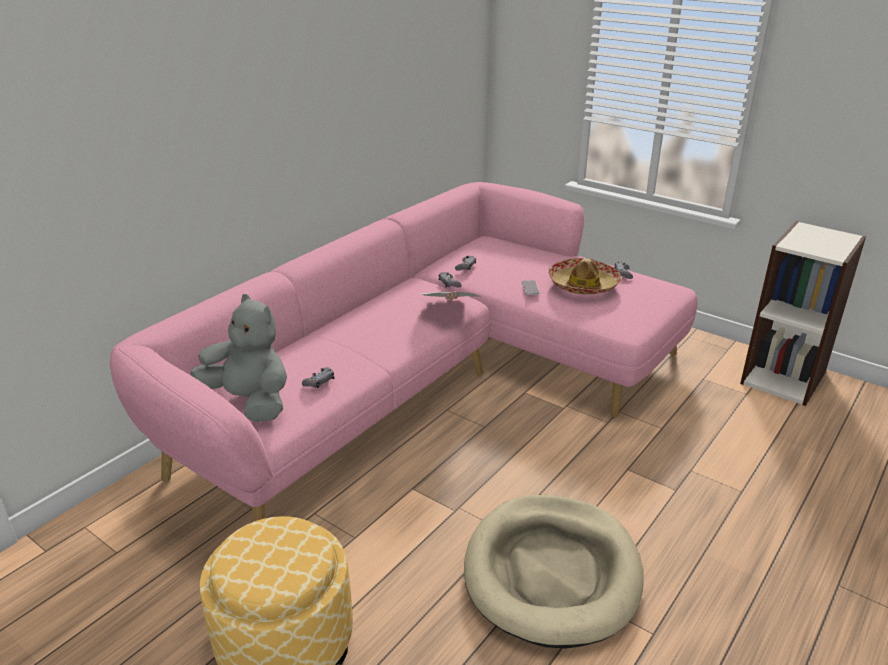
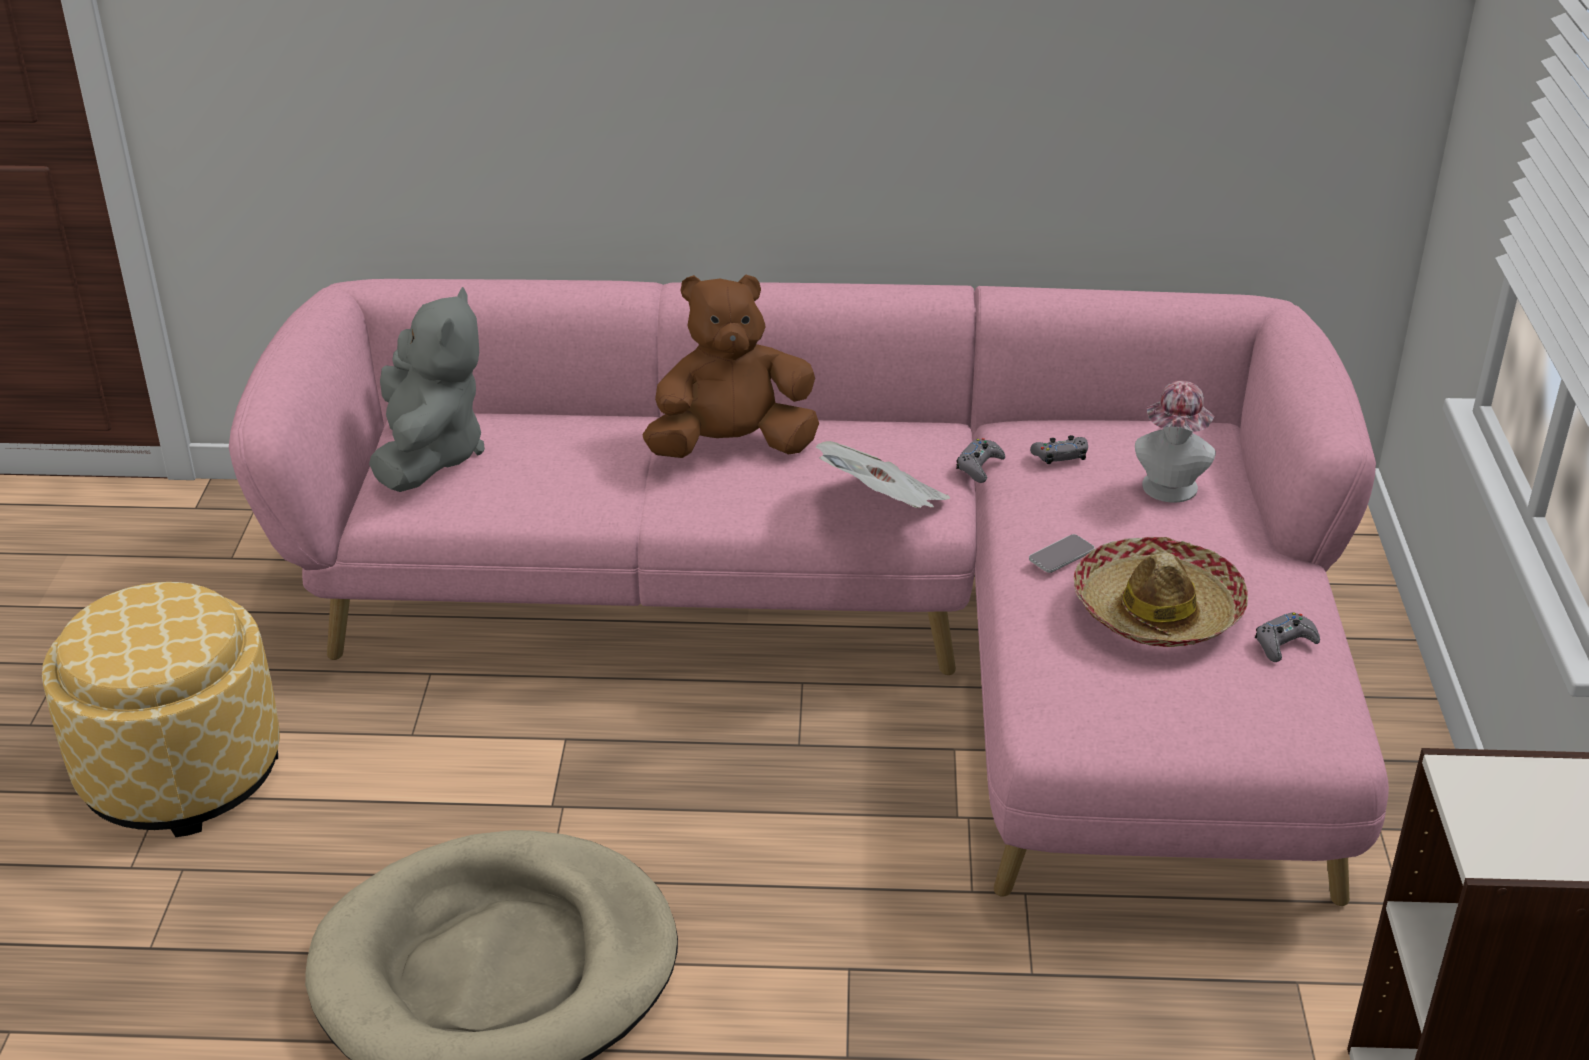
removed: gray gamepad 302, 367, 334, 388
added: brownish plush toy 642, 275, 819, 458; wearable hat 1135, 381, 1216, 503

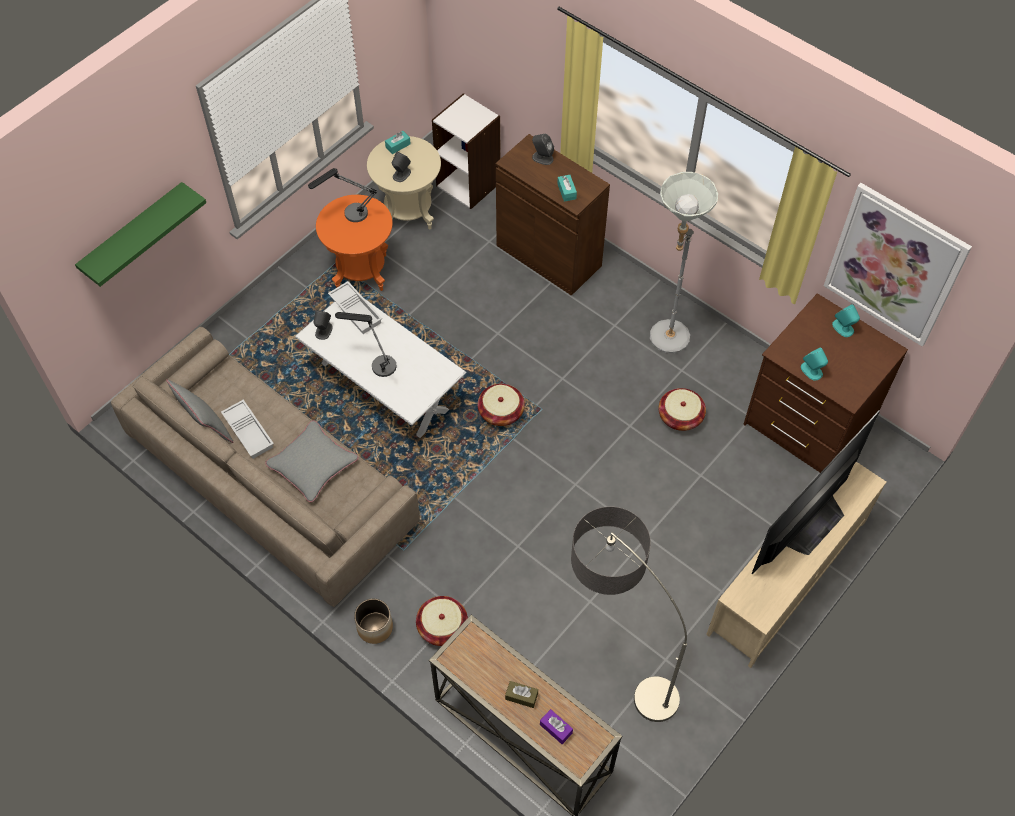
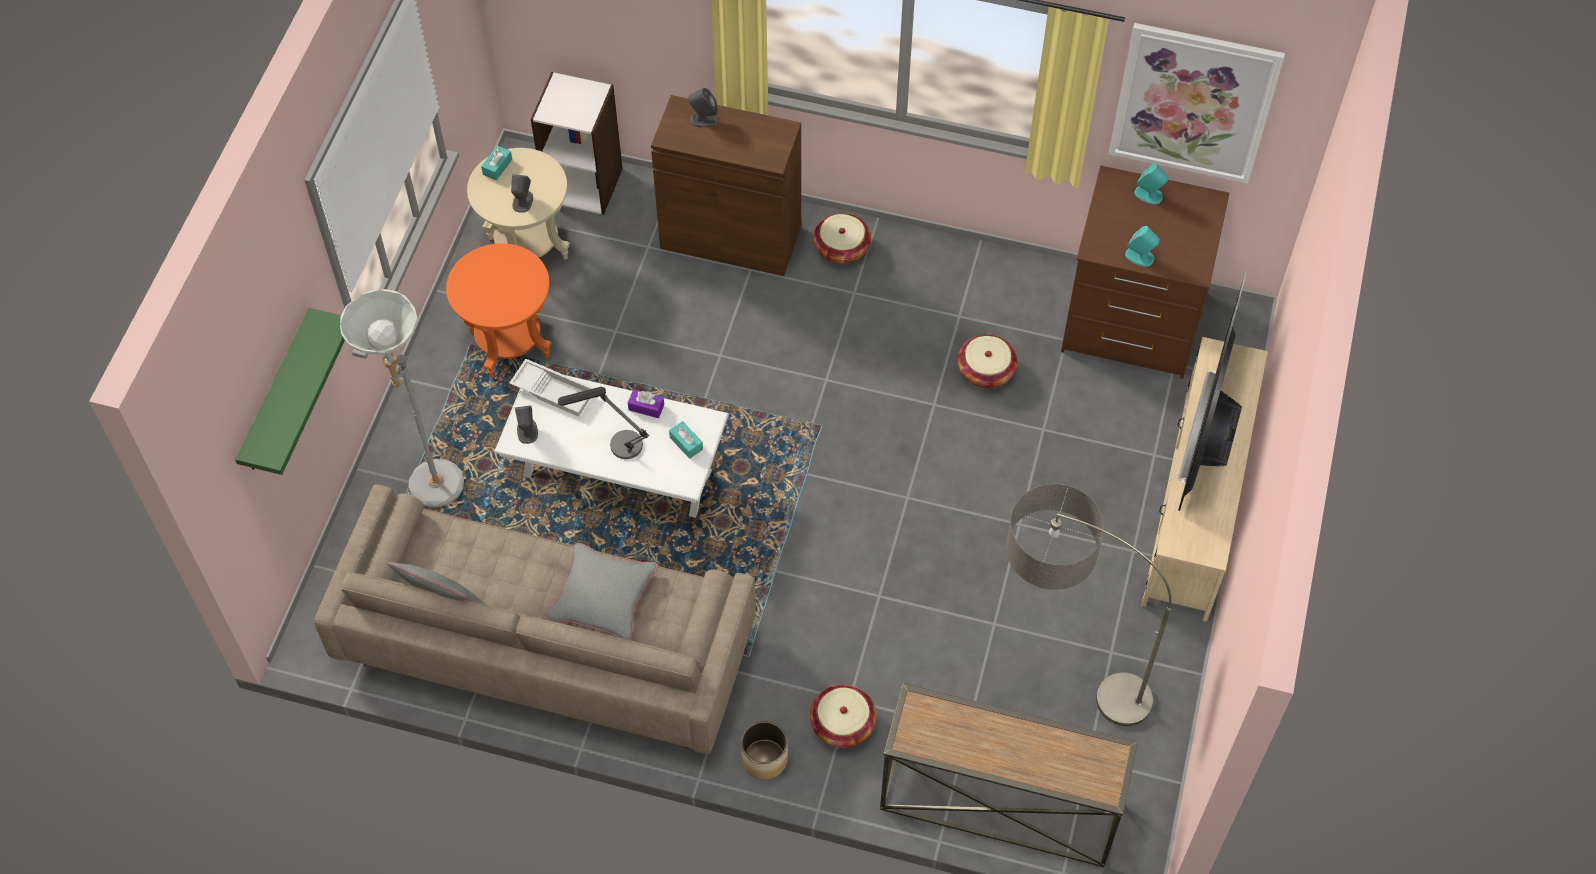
removed: whitish tray 221, 400, 274, 459; lamp for a table 308, 168, 377, 222; brownish tissue box 505, 681, 538, 708
moved: gray standing lamp 650, 172, 718, 353 to 340, 289, 464, 508; purplish tissue box 540, 709, 573, 744 to 628, 389, 664, 418; turquoise tissue box 557, 175, 577, 202 to 669, 421, 703, 459; storage basket 477, 384, 525, 426 to 813, 213, 871, 264

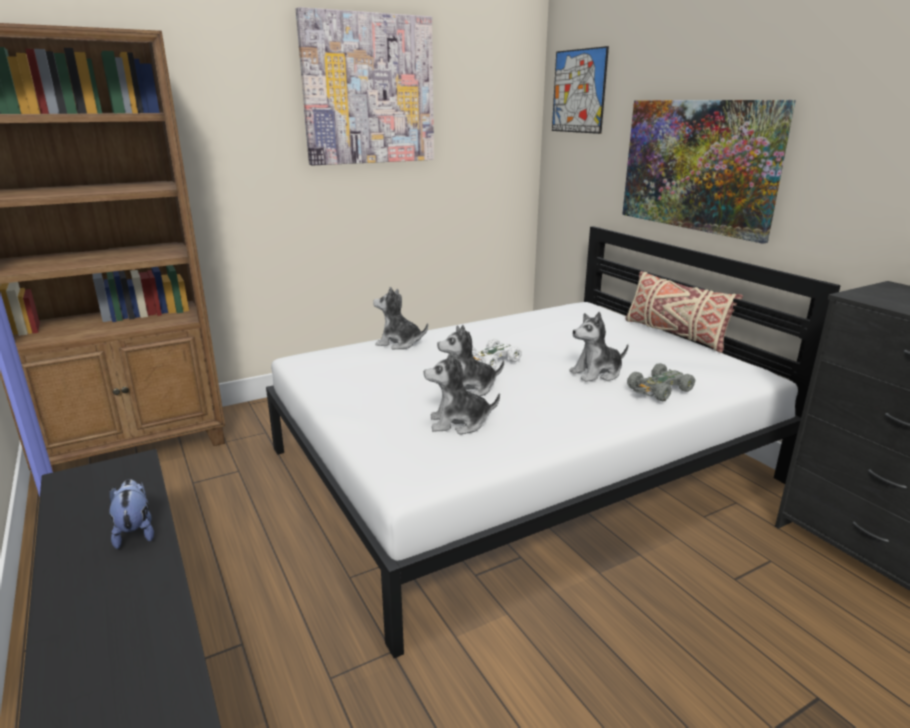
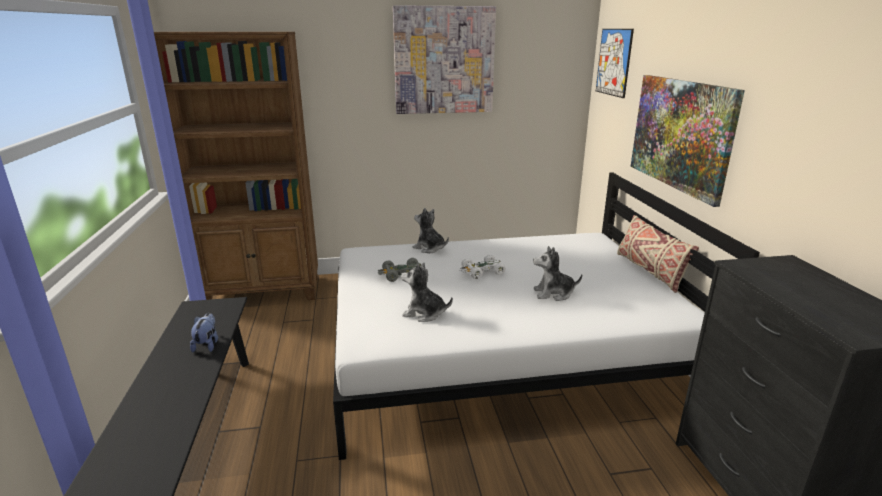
removed: plush toy 437, 325, 504, 396
moved: gray model car 627, 363, 695, 401 to 378, 258, 421, 282

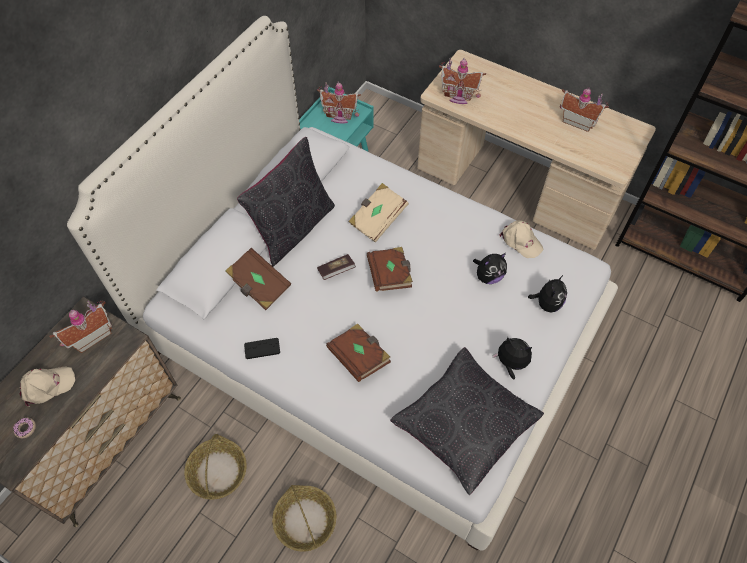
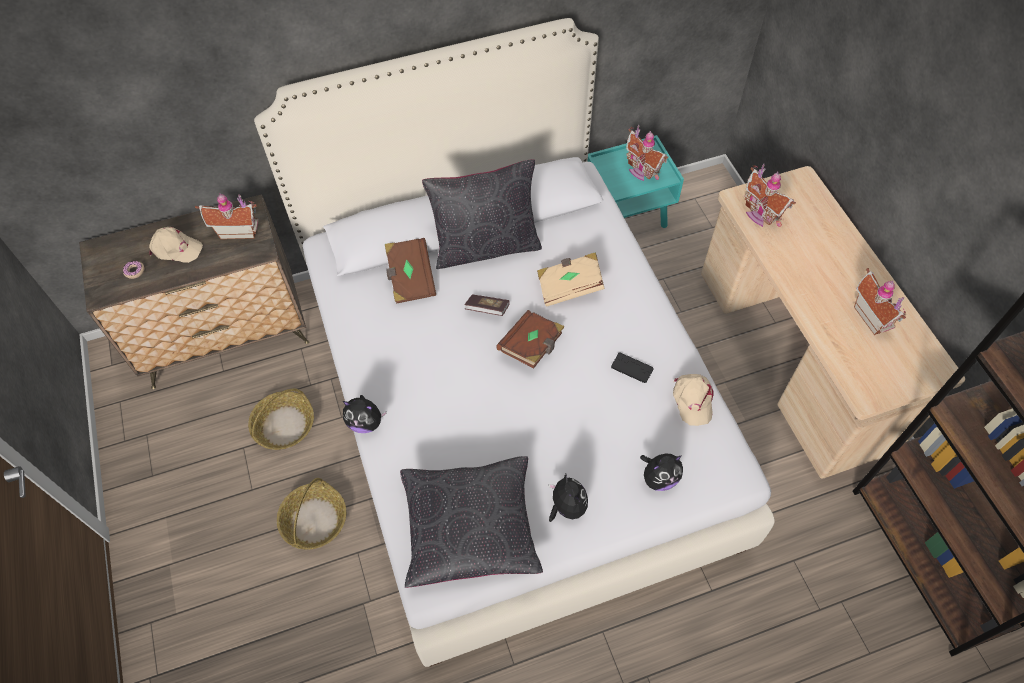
removed: brownish bound book 326, 324, 391, 382
moved: plush toy 473, 253, 507, 284 to 343, 395, 387, 433; black-coloured gamepad 244, 338, 280, 359 to 611, 353, 654, 383

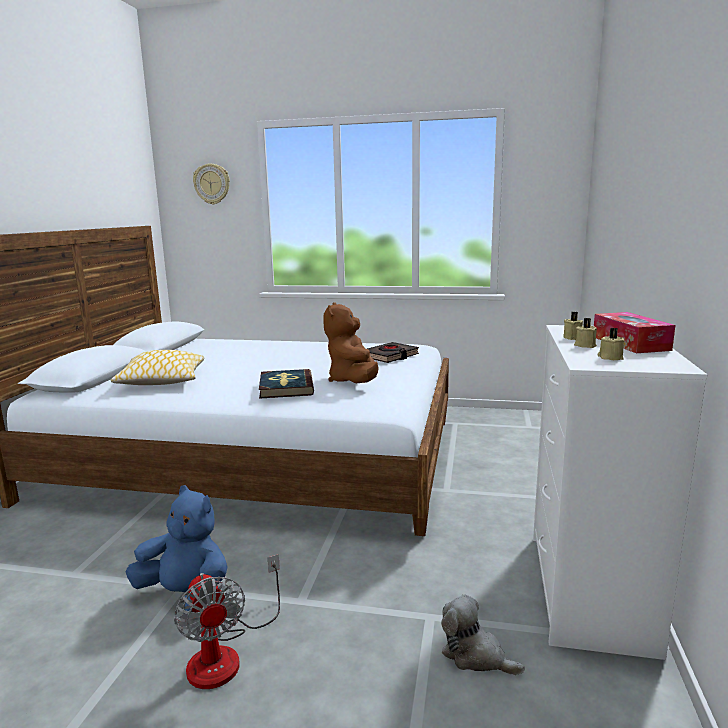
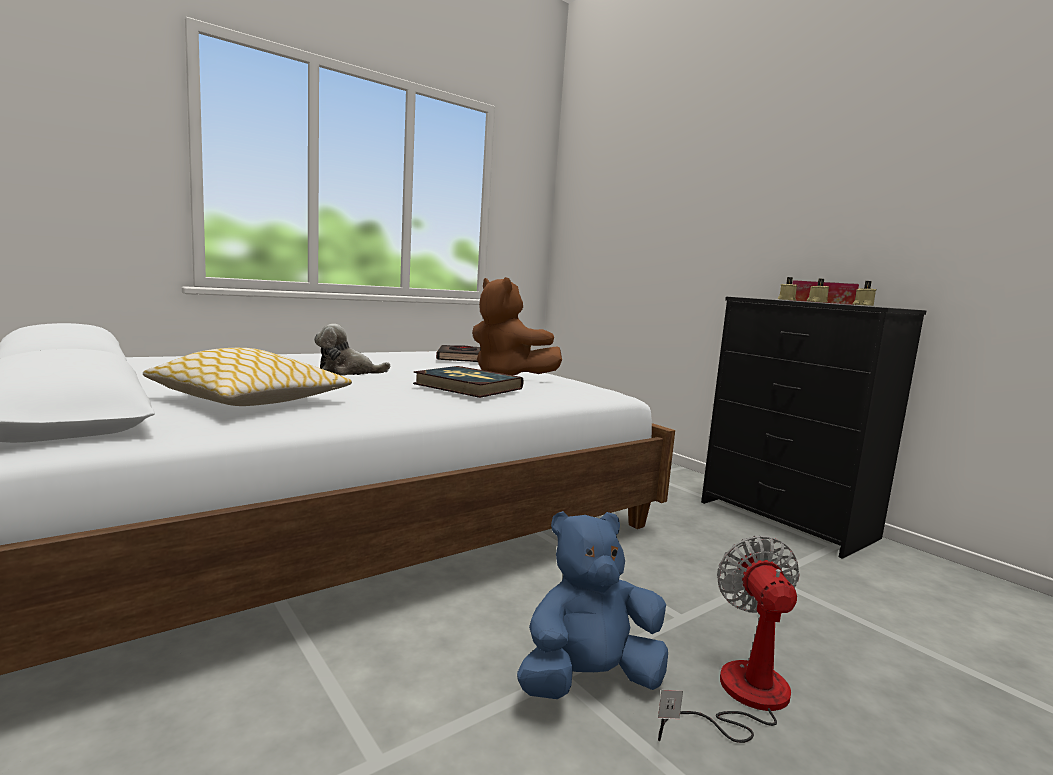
removed: wall clock 193, 163, 230, 205
moved: plush toy 441, 595, 525, 675 to 314, 324, 390, 375
recoloured: whitish chest of drawers 533, 325, 707, 660 to black-coloured chest of drawers 701, 297, 926, 559
turned: electric fan 174, 554, 280, 689 = 658, 536, 800, 743 105 degrees counterclockwise

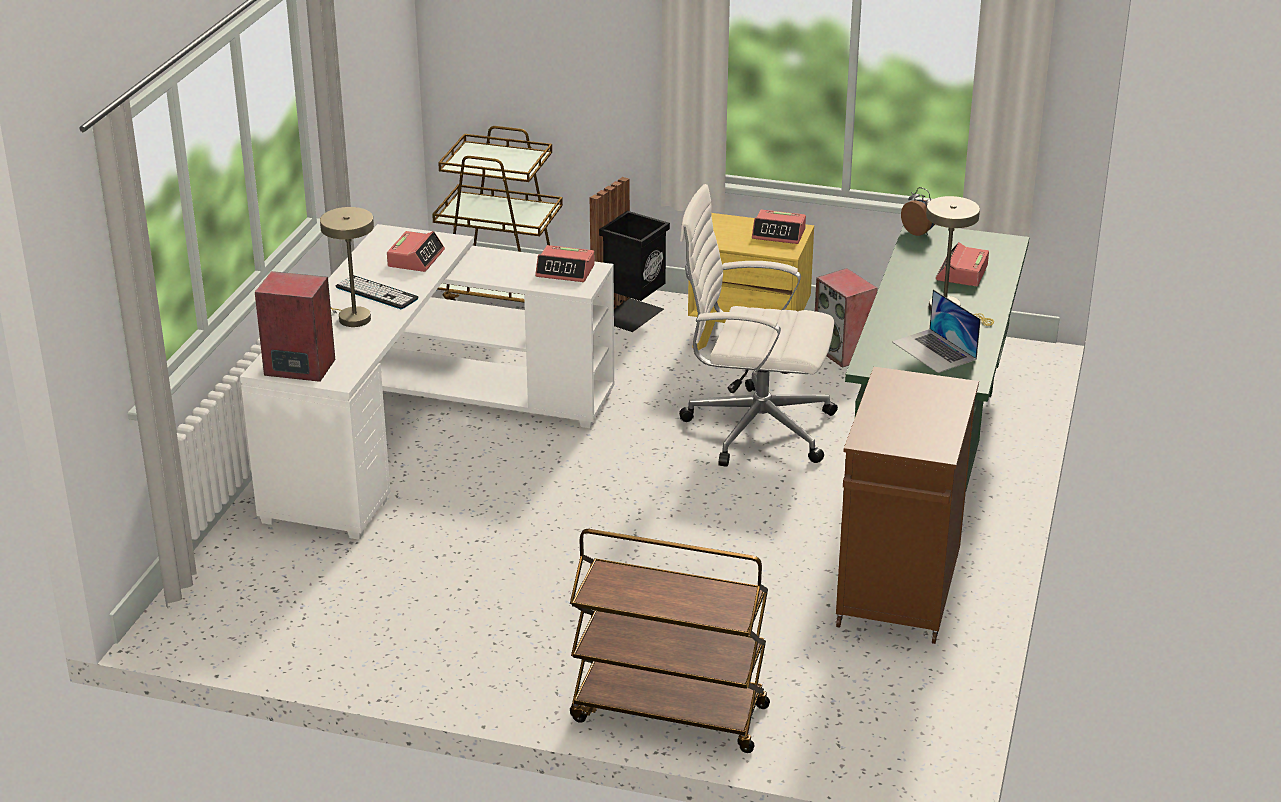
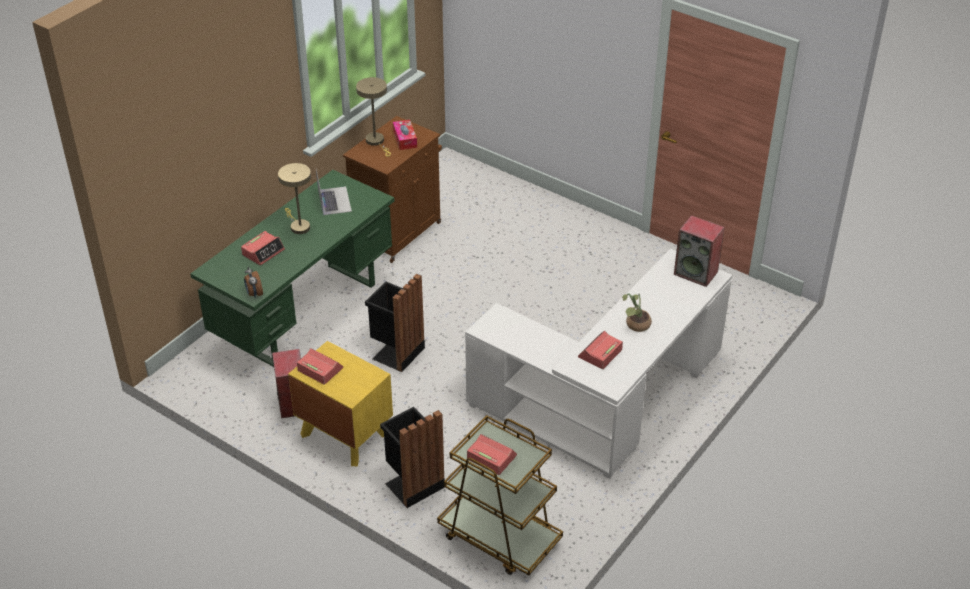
removed: brownish wheeled cart 570, 529, 770, 753
added: tissue box 393, 120, 417, 150
moved: sand-coloured lamp for a table 320, 207, 374, 327 to 356, 77, 391, 157; alarm clock 535, 245, 595, 282 to 467, 434, 517, 475
replaced: whitish office chair 679, 184, 838, 467 to black-coloured trash can 365, 274, 425, 372; computer keyboard 336, 275, 419, 309 to plant in a pot 622, 293, 652, 332

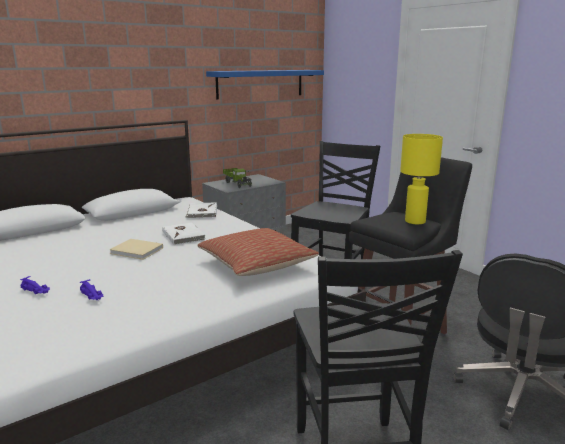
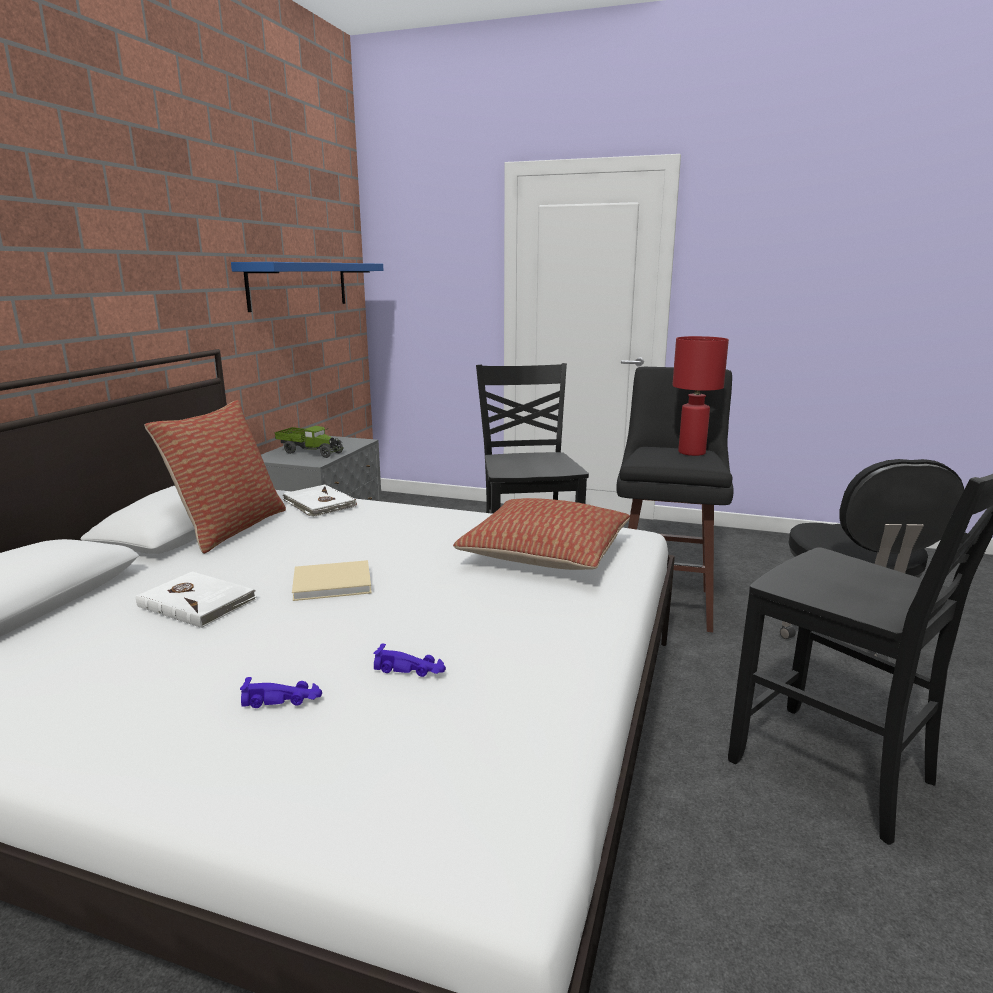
added: throw pillow 144, 400, 286, 554
moved: whitish bound book 162, 223, 205, 245 to 136, 571, 257, 628
recoloured: yellow lamp for a table 400, 134, 443, 224 to red-coloured lamp for a table 672, 336, 729, 456

